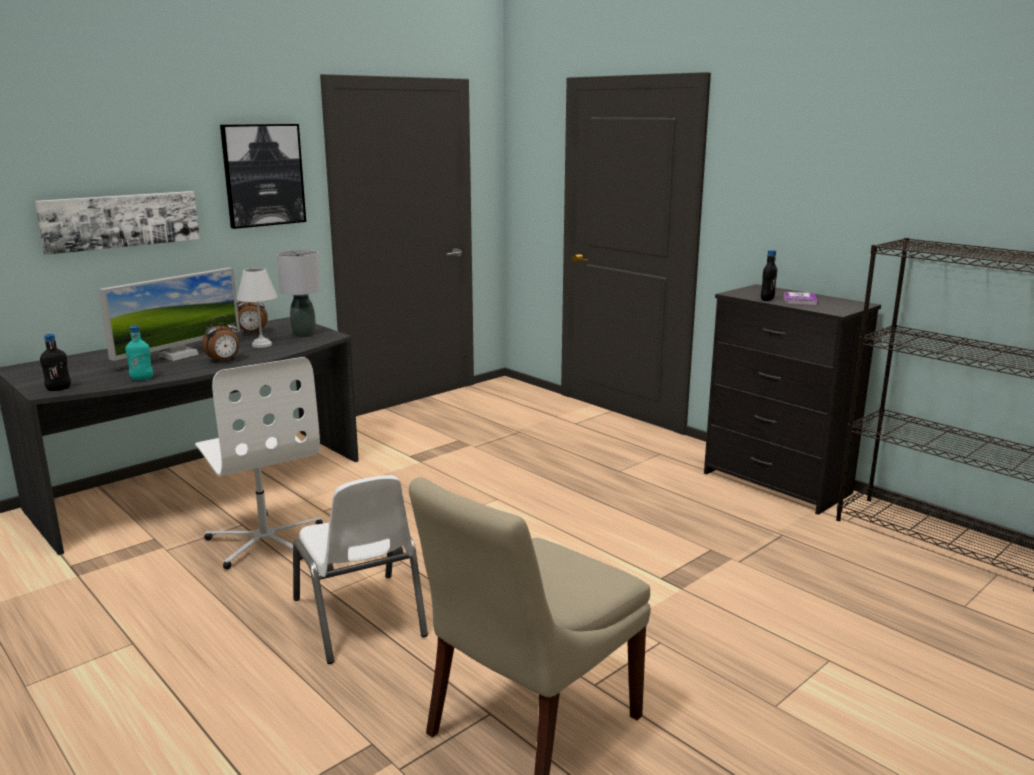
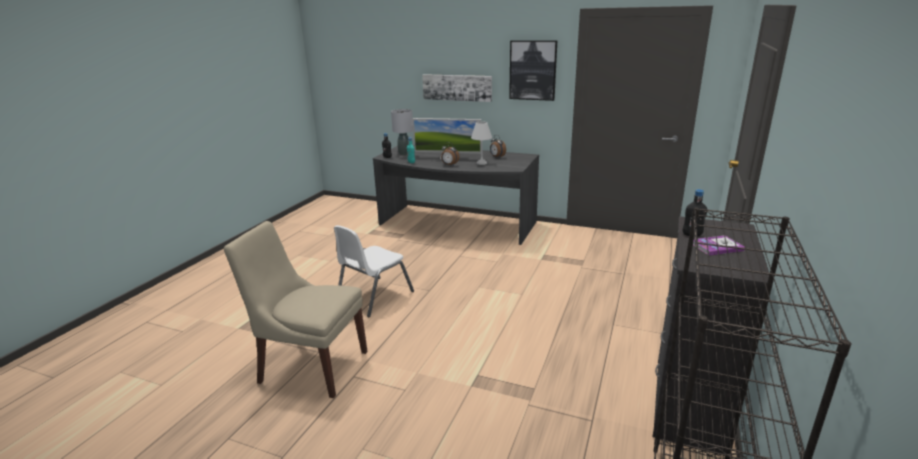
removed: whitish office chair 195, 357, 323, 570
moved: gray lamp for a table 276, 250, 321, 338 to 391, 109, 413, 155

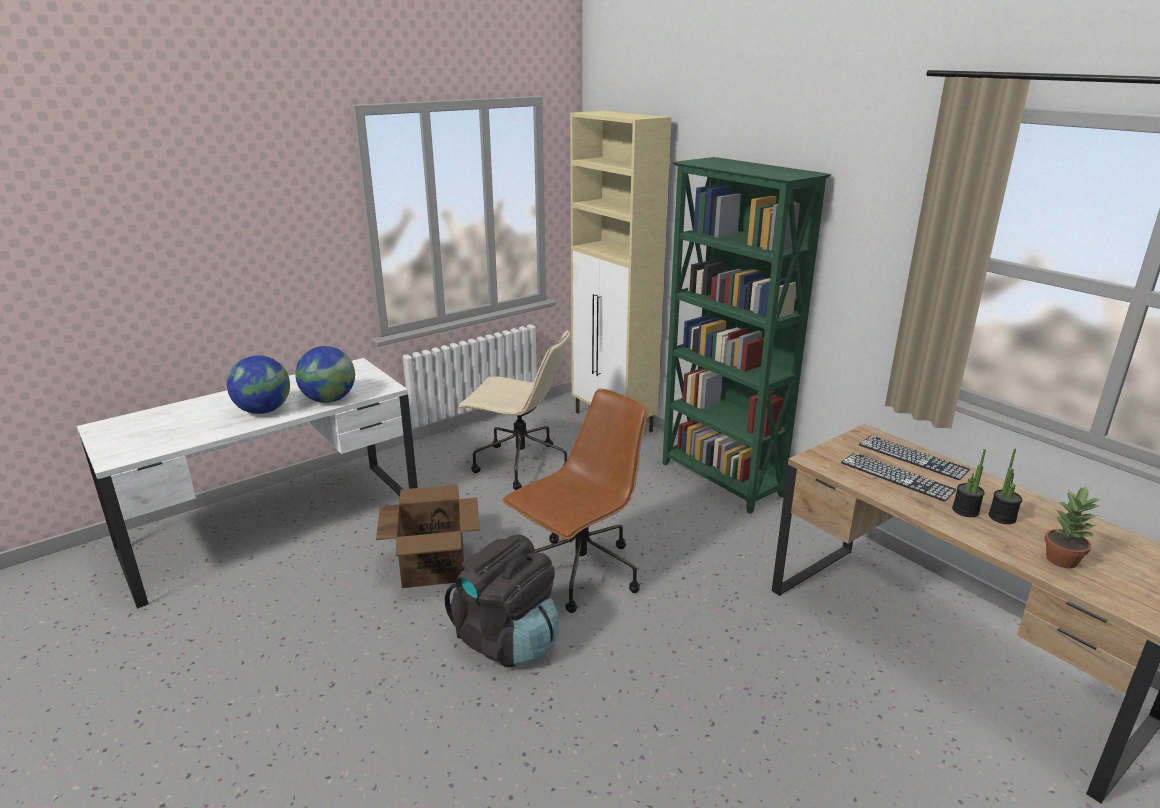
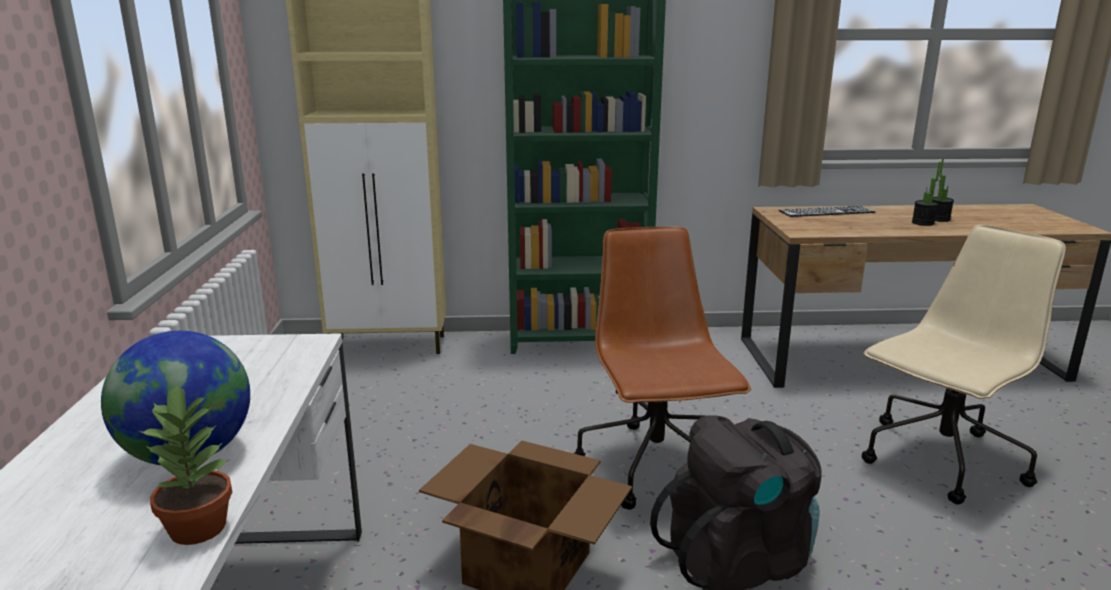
removed: globe 295, 346, 355, 403; computer keyboard 841, 453, 957, 502
moved: plant in a pot 1045, 486, 1101, 568 to 139, 382, 232, 545; sand-coloured office chair 457, 329, 570, 490 to 862, 225, 1066, 504

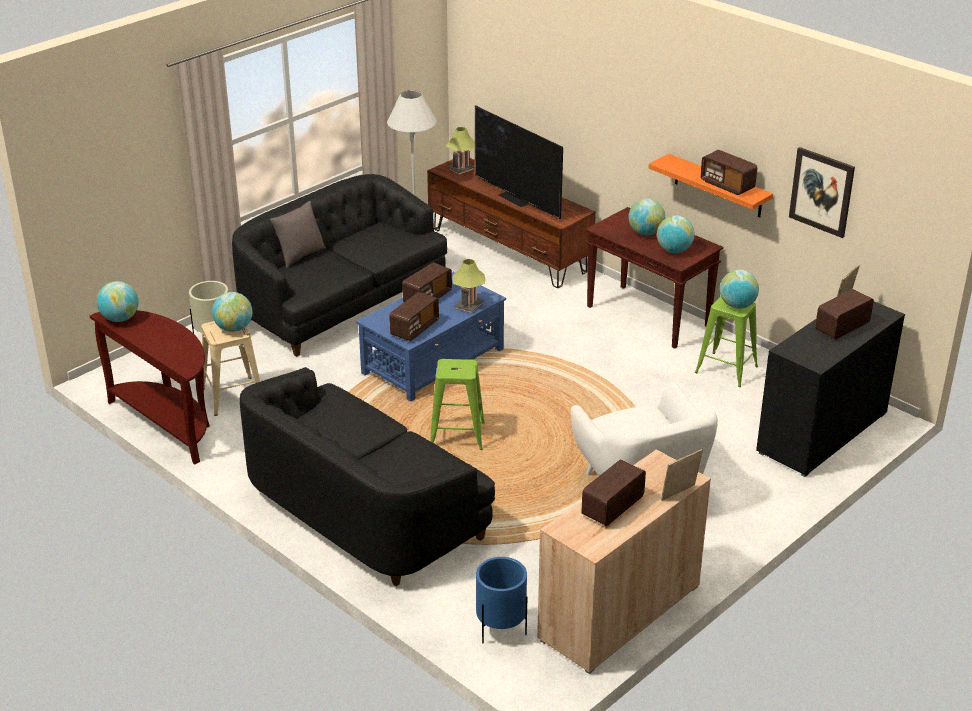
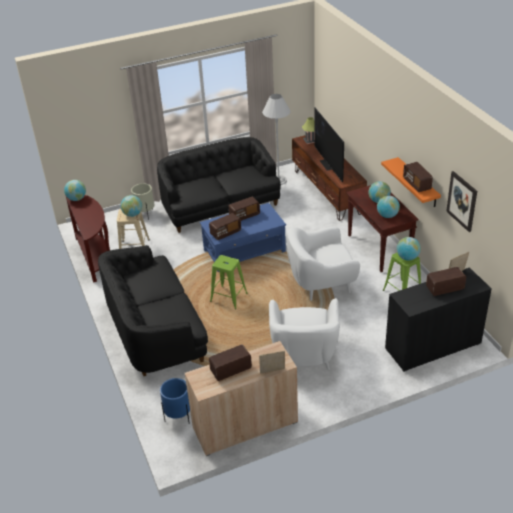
removed: gray throw pillow 270, 201, 326, 268; lamp for a table 453, 259, 485, 313
added: whitish lounge chair 286, 227, 360, 301

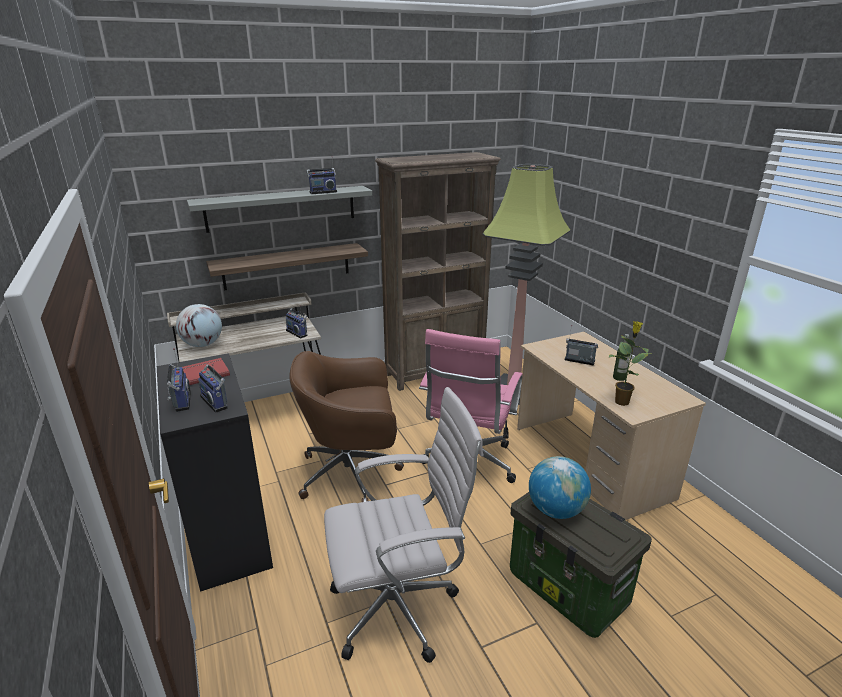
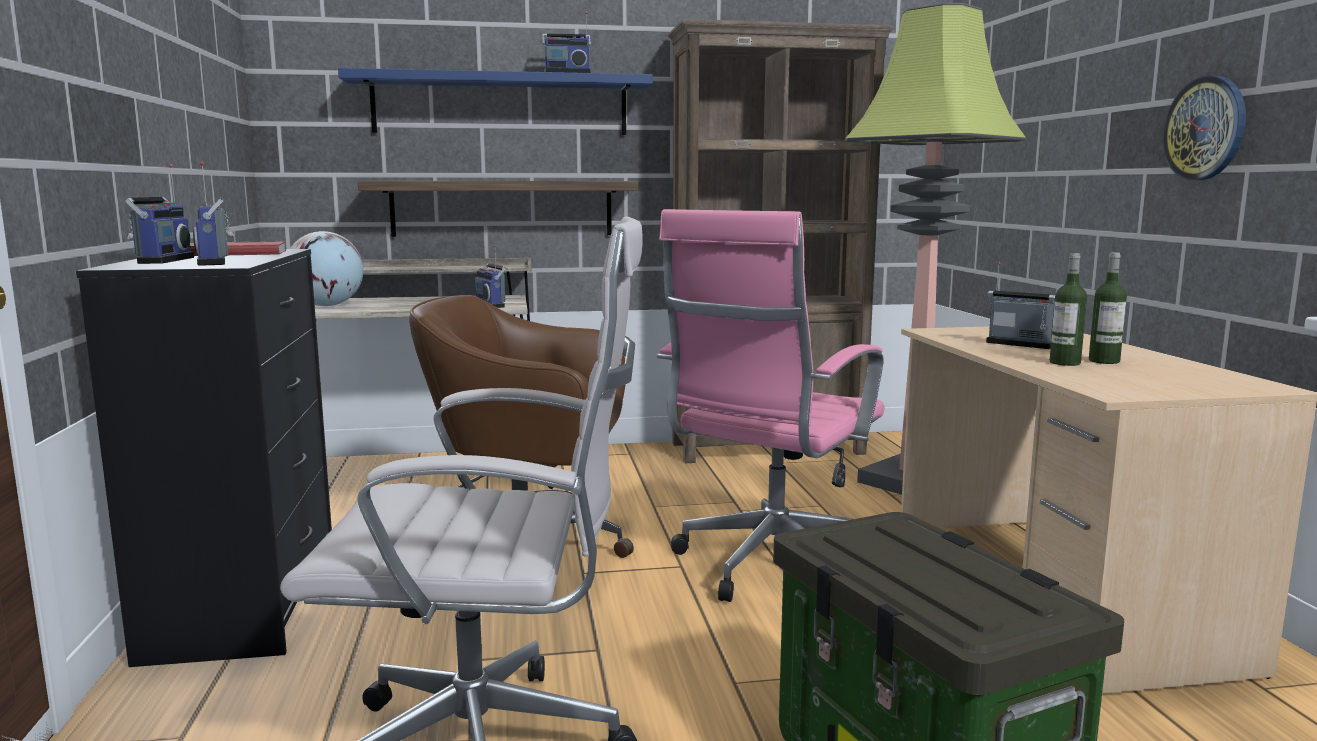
removed: globe 529, 456, 591, 519; plant in a pot 608, 321, 652, 406
added: drink bottle 1049, 253, 1087, 366; wall clock 1163, 75, 1246, 180
recoloured: gray shelf 187, 186, 372, 233 to blue-coloured shelf 338, 68, 653, 135

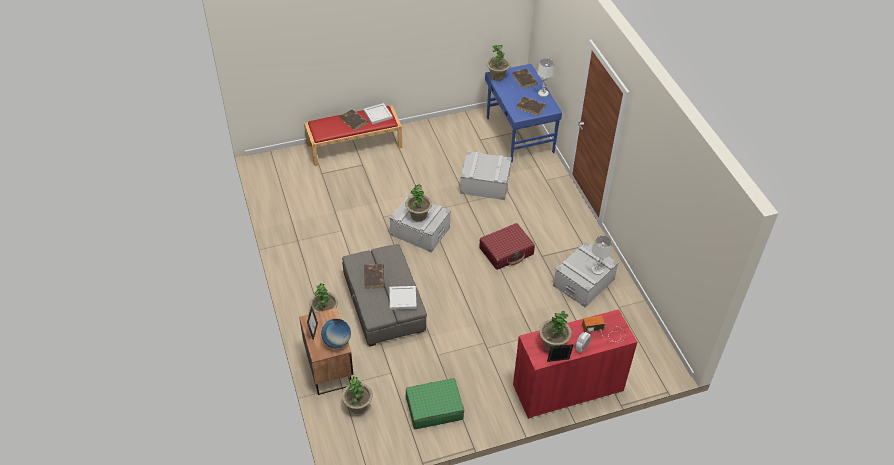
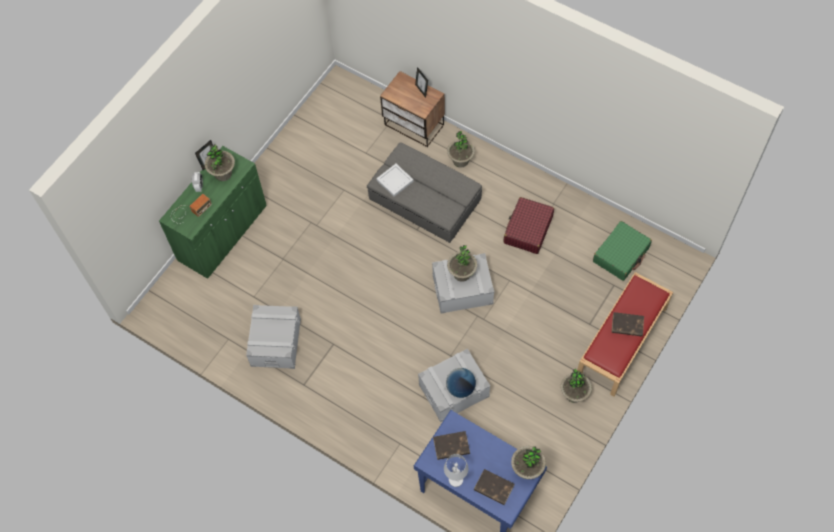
removed: whitish tray 364, 103, 393, 124; brownish bound book 364, 264, 385, 289; whitish lamp for a table 592, 236, 612, 275
moved: globe 321, 319, 351, 348 to 446, 368, 476, 398; red-coloured travel case 479, 223, 535, 270 to 504, 197, 554, 254; plant in a pot 342, 377, 373, 414 to 561, 369, 592, 403; green-coloured travel case 406, 378, 464, 429 to 593, 221, 652, 281
recoloured: red-coloured cabinet 513, 309, 637, 419 to green-coloured cabinet 159, 146, 267, 279

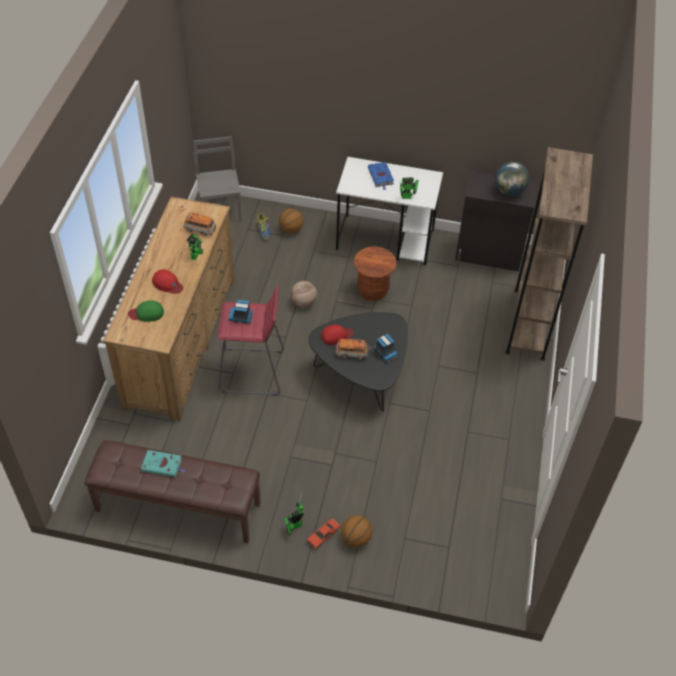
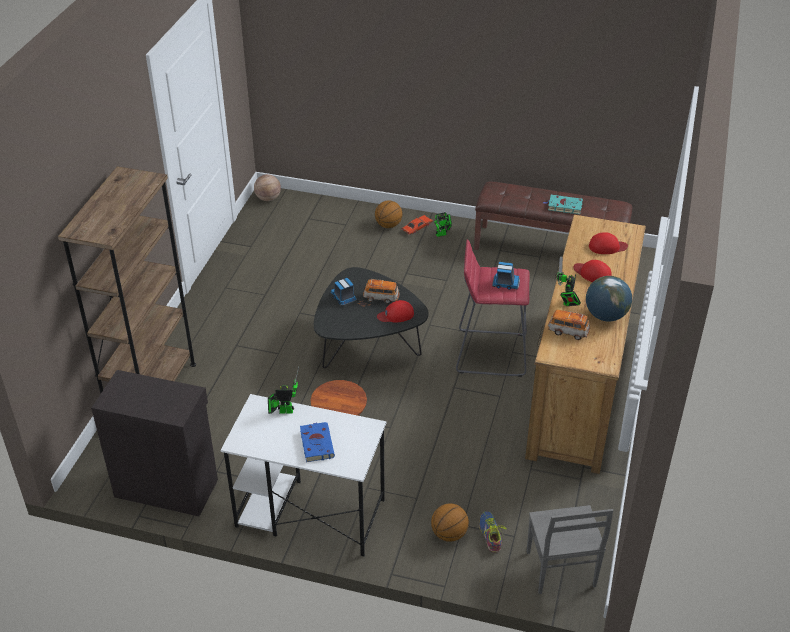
moved: ball for basketball 291, 281, 317, 307 to 254, 174, 281, 201; globe 495, 162, 529, 196 to 586, 276, 632, 322
recoloured: green-coloured peaked cap 128, 301, 164, 322 to red-coloured peaked cap 589, 232, 628, 254

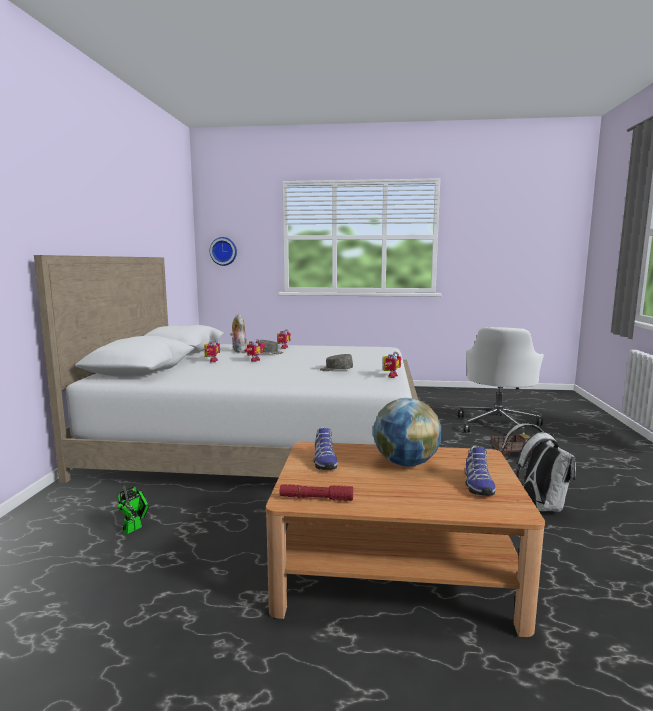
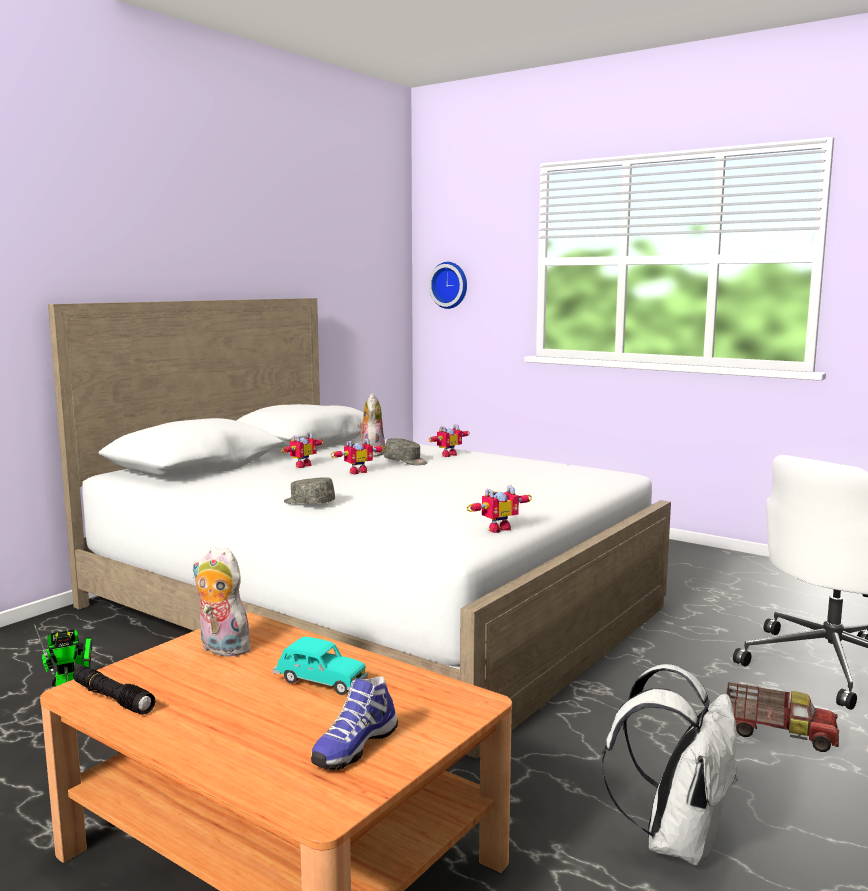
moved: gray peaked cap 320, 354, 353, 371 to 284, 477, 335, 504
replaced: item of footwear 314, 427, 338, 470 to plush toy 193, 546, 251, 658; globe 373, 398, 441, 467 to turquoise model car 272, 637, 368, 695
recoloured: red-coloured flashlight 280, 484, 353, 501 to black-coloured flashlight 73, 666, 155, 715

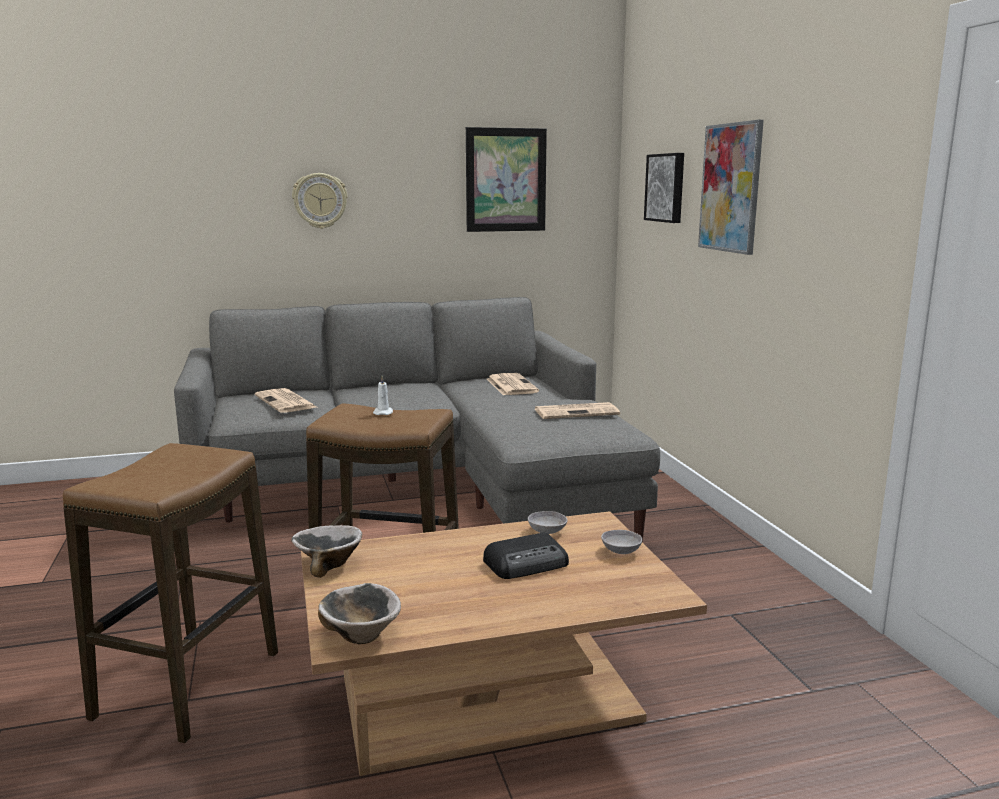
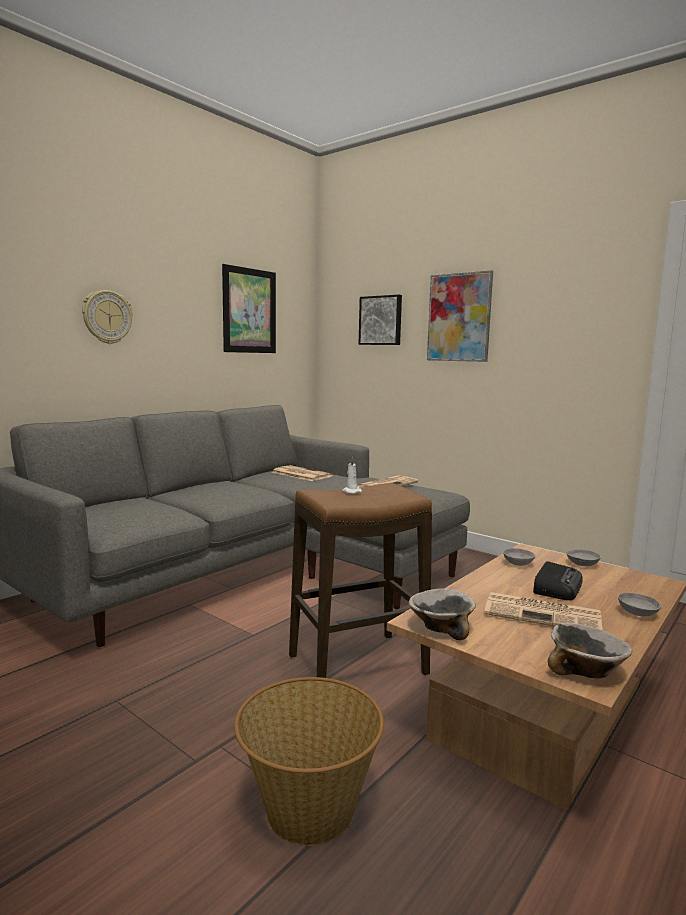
added: gray serving bowl 618, 593, 661, 616
moved: newspaper 255, 388, 317, 413 to 484, 592, 602, 630
replaced: stool seat 63, 443, 278, 743 to storage basket 234, 677, 384, 846

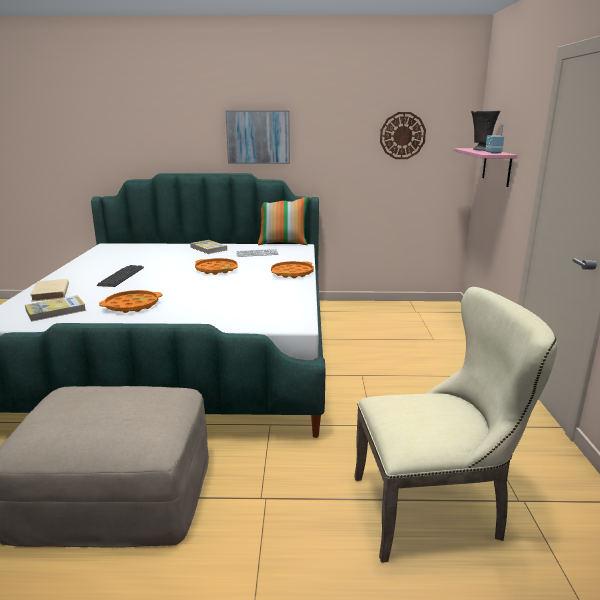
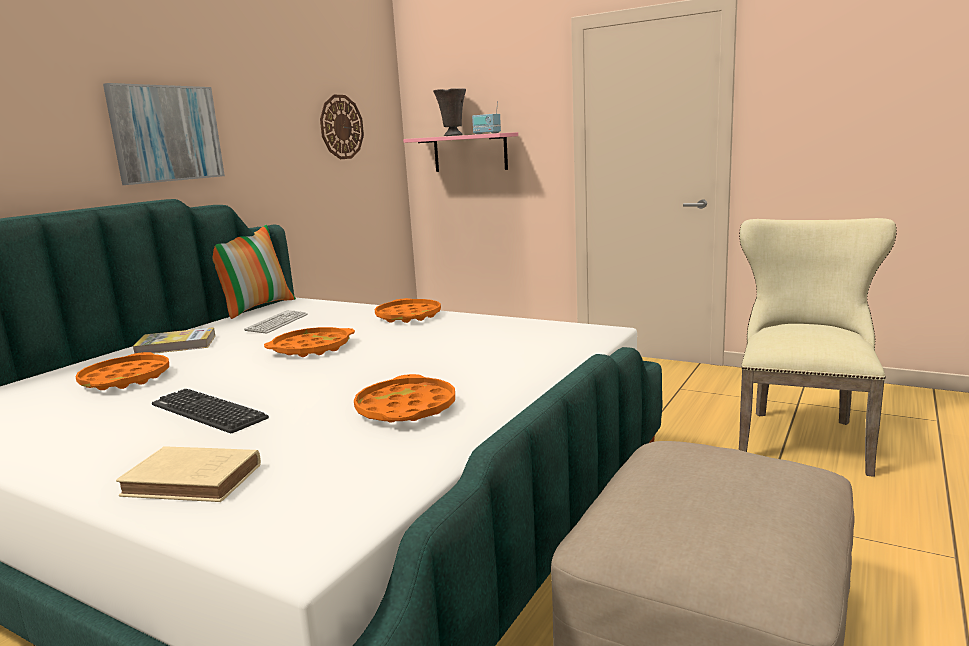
removed: bound book 25, 295, 86, 322
added: orange tray 76, 352, 169, 390

